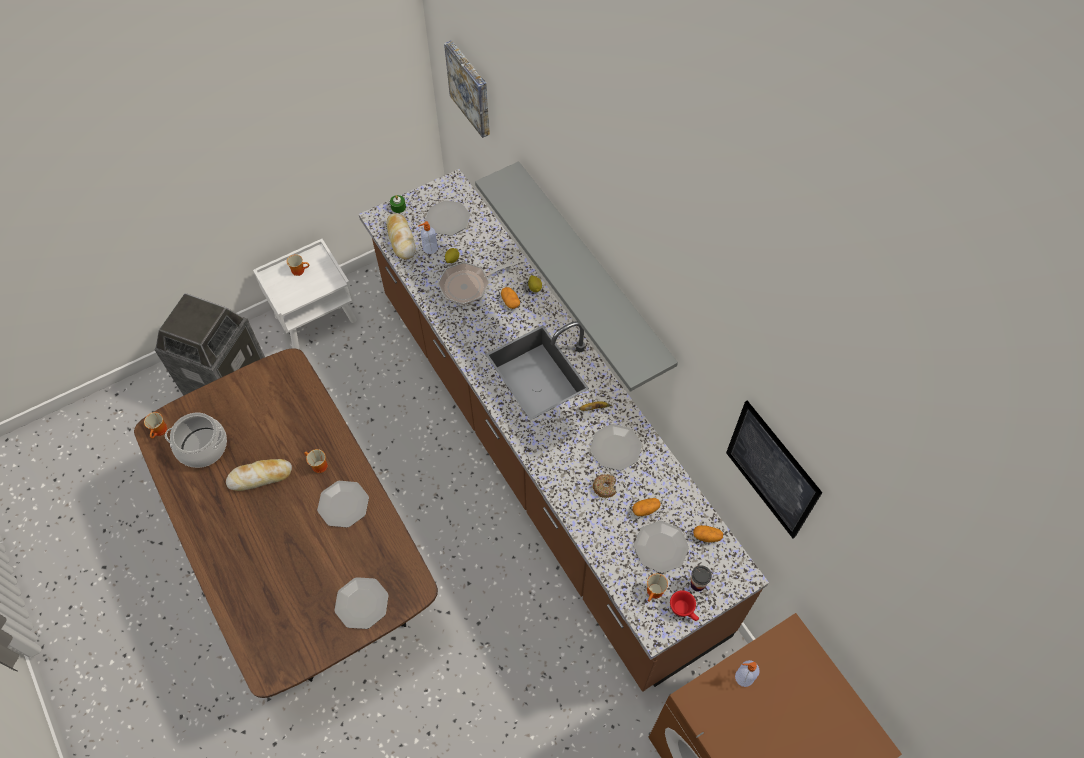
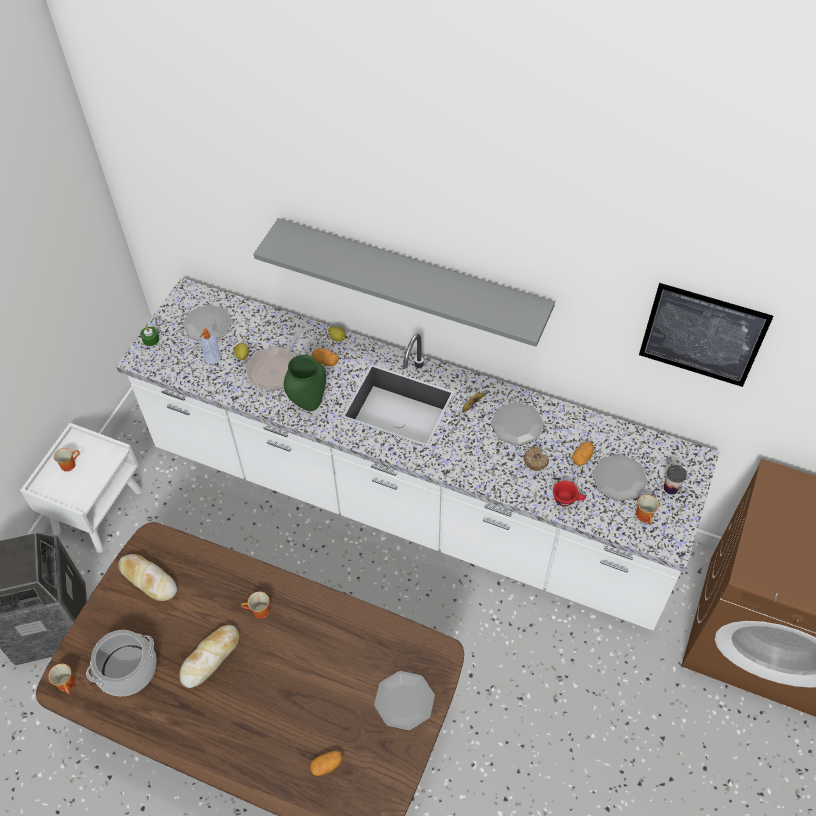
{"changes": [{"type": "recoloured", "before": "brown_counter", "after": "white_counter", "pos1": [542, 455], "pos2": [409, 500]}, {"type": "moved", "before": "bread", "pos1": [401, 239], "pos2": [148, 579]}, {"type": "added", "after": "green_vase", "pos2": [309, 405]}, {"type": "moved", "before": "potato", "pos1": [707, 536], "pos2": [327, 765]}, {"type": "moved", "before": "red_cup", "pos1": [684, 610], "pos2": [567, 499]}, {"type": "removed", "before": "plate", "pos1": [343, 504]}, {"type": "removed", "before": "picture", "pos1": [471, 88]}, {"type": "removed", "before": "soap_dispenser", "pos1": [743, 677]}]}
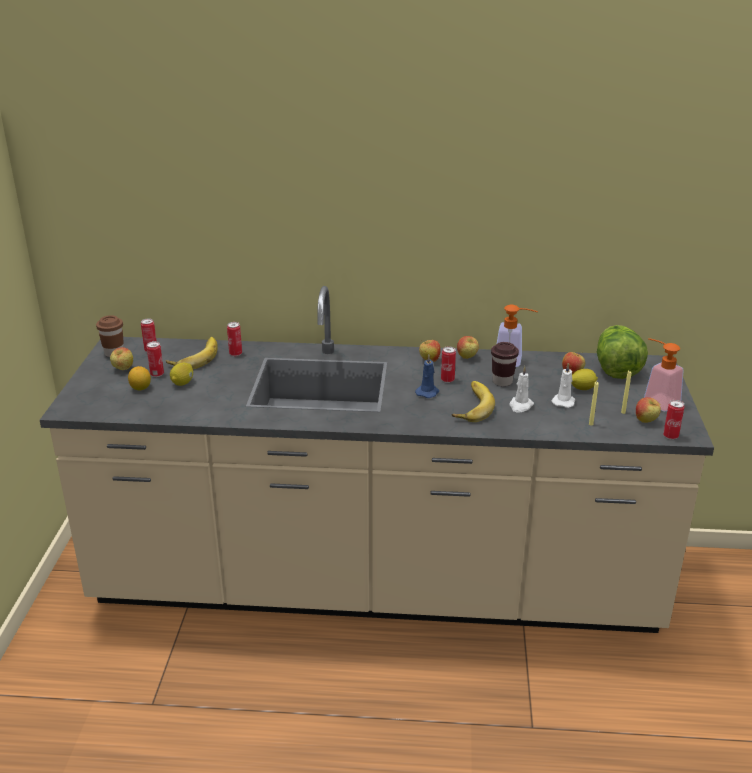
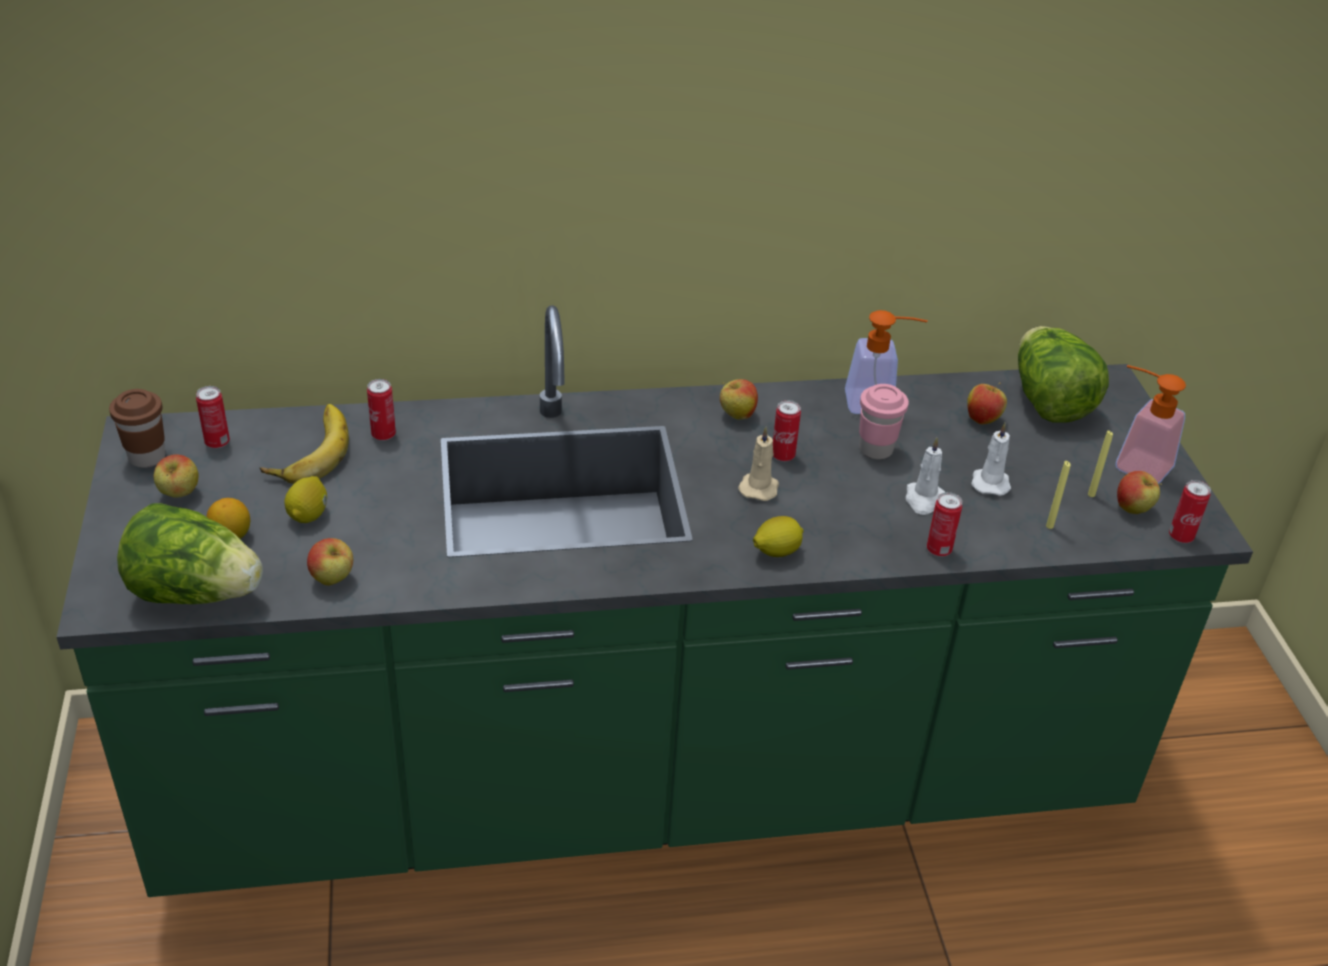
{"changes": [{"type": "recoloured", "before": "beige_counter", "after": "green_counter", "pos1": [376, 586], "pos2": [646, 783]}, {"type": "added", "after": "lettuce", "pos2": [196, 593]}, {"type": "moved", "before": "apple", "pos1": [467, 357], "pos2": [333, 580]}, {"type": "recoloured", "before": "blue_candle", "after": "beige_candle", "pos1": [428, 392], "pos2": [759, 487]}, {"type": "moved", "before": "lemon", "pos1": [582, 389], "pos2": [776, 551]}, {"type": "recoloured", "before": "brown_cup", "after": "pink_cup", "pos1": [502, 382], "pos2": [875, 449]}, {"type": "moved", "before": "can", "pos1": [157, 374], "pos2": [938, 550]}, {"type": "removed", "before": "banana", "pos1": [470, 406]}]}
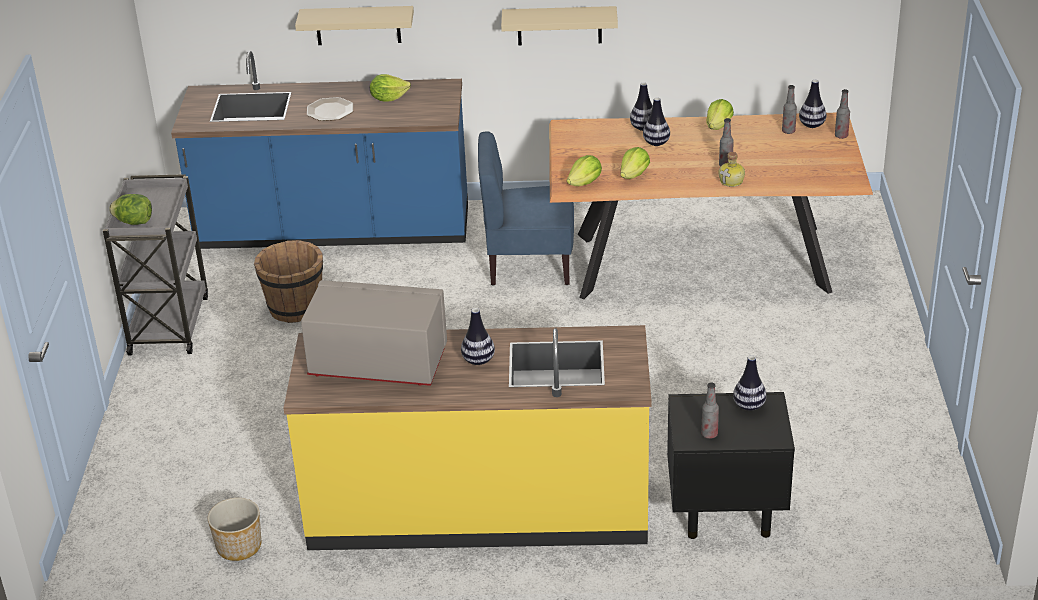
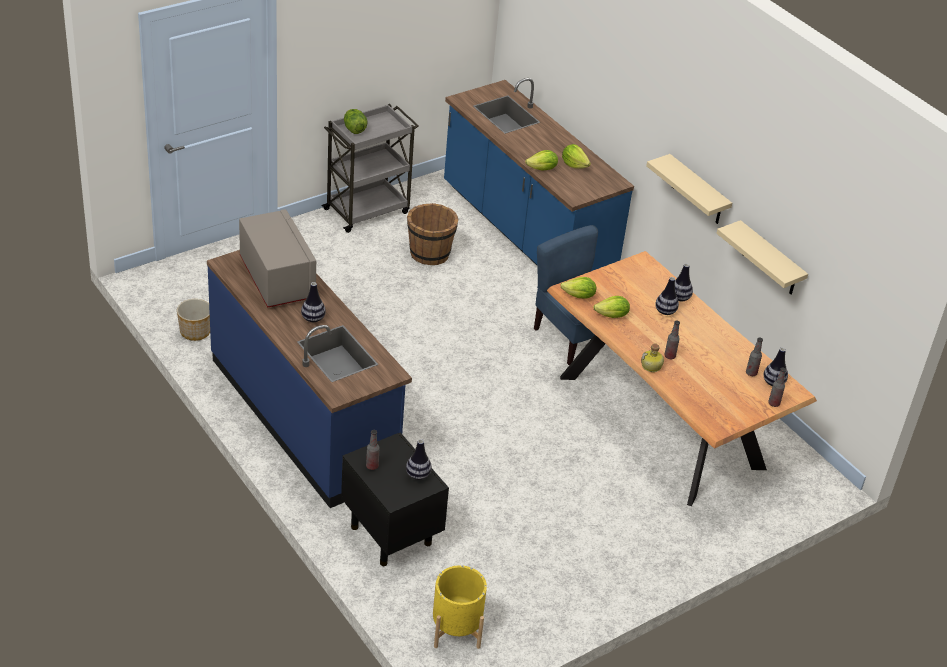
{"changes": [{"type": "recoloured", "before": "yellow_counter", "after": "blue_counter", "pos1": [478, 508], "pos2": [304, 417]}, {"type": "added", "after": "yellow_planter", "pos2": [456, 630]}, {"type": "moved", "before": "lettuce", "pos1": [718, 126], "pos2": [542, 169]}, {"type": "moved", "before": "beige_shelf", "pos1": [358, 25], "pos2": [770, 260]}, {"type": "removed", "before": "plate", "pos1": [330, 111]}]}
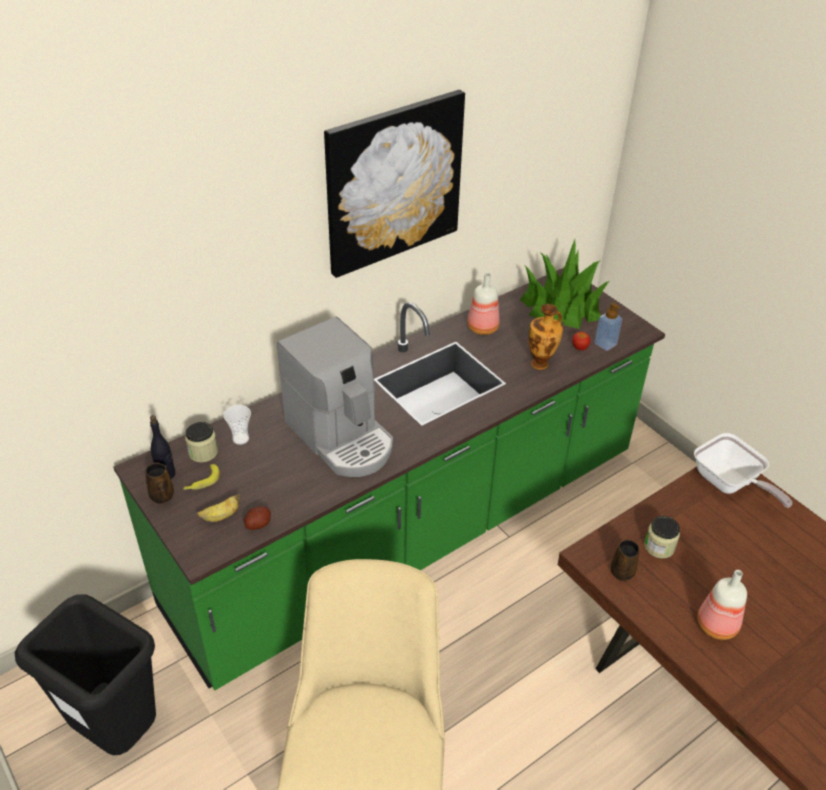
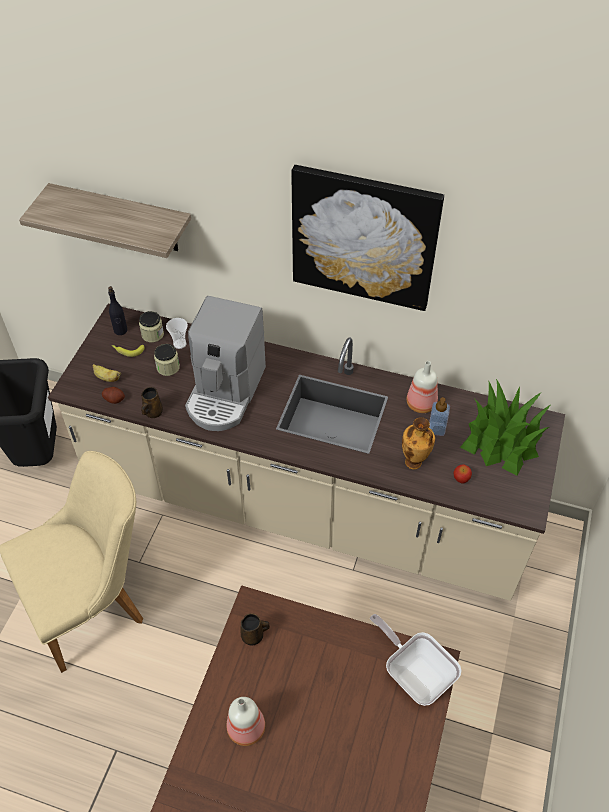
{"changes": [{"type": "added", "after": "shelf", "pos2": [122, 218]}, {"type": "recoloured", "before": "green_counter", "after": "beige_counter", "pos1": [409, 530], "pos2": [304, 503]}, {"type": "moved", "before": "brown_mug", "pos1": [162, 497], "pos2": [152, 412]}, {"type": "moved", "before": "jar", "pos1": [659, 547], "pos2": [168, 367]}, {"type": "turned", "before": "frying_pan", "pos1": [729, 484], "pos2": [415, 672], "turn": 120}, {"type": "moved", "before": "soap_dispenser", "pos1": [605, 344], "pos2": [436, 429]}]}
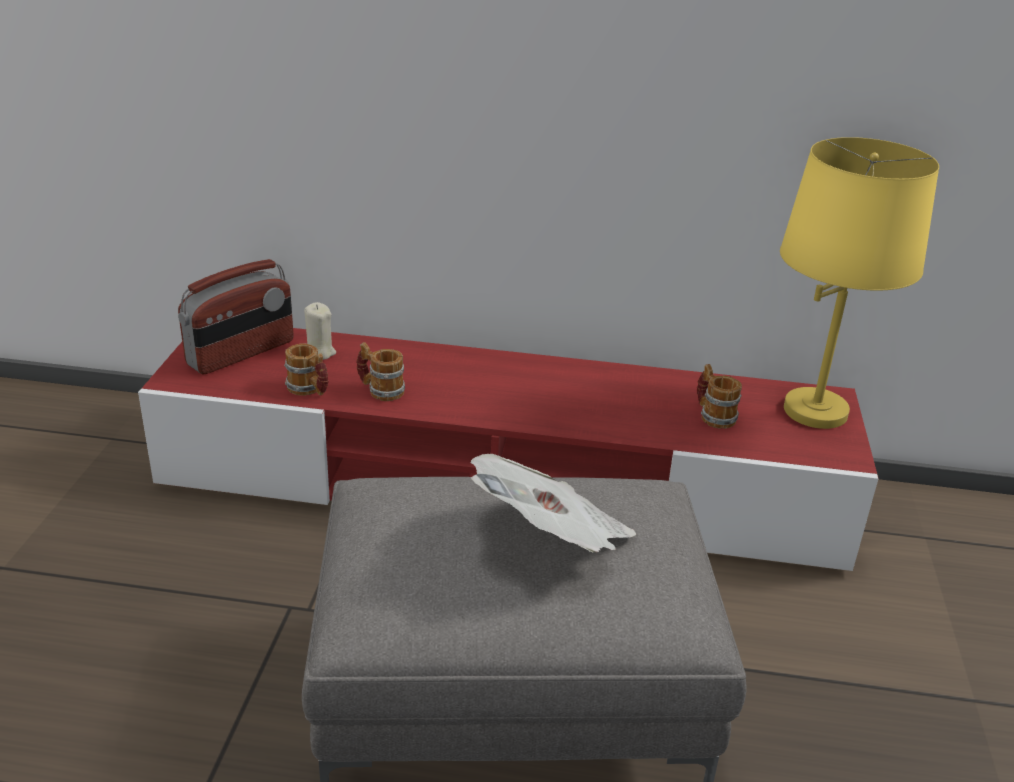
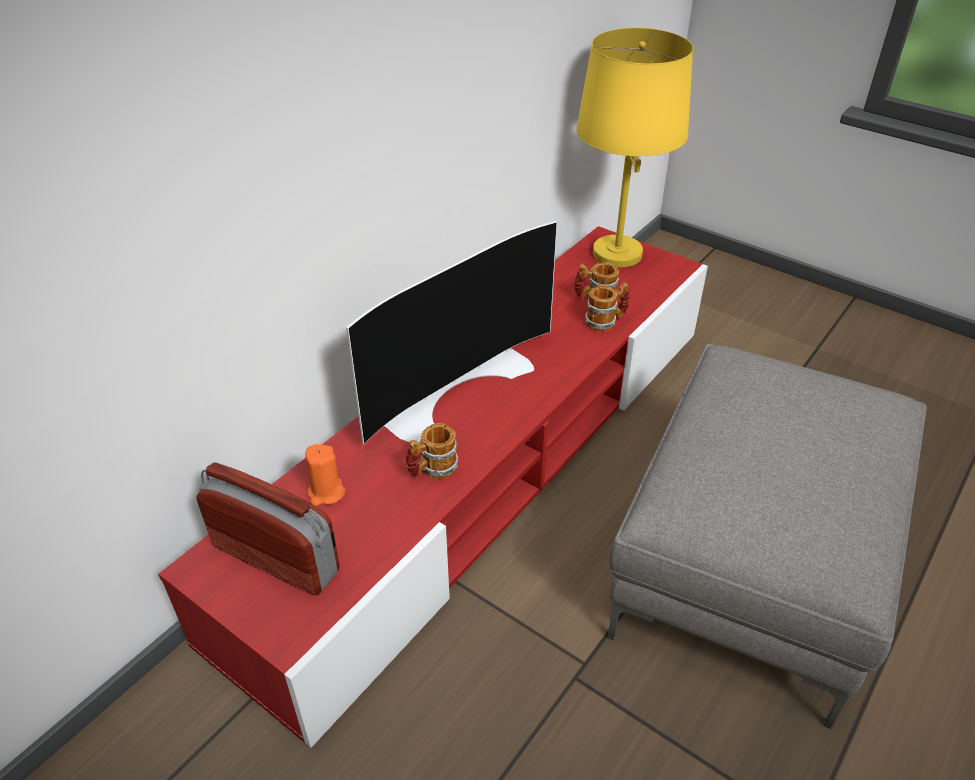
{"changes": [{"type": "turned", "before": "radio", "pos1": [241, 353], "pos2": [277, 558], "turn": -45}, {"type": "recoloured", "before": "beige_candle", "after": "orange_candle", "pos1": [319, 353], "pos2": [326, 493]}, {"type": "added", "after": "television", "pos2": [453, 385]}, {"type": "moved", "before": "mug", "pos1": [309, 390], "pos2": [606, 321]}, {"type": "removed", "before": "newspaper", "pos1": [551, 539]}]}
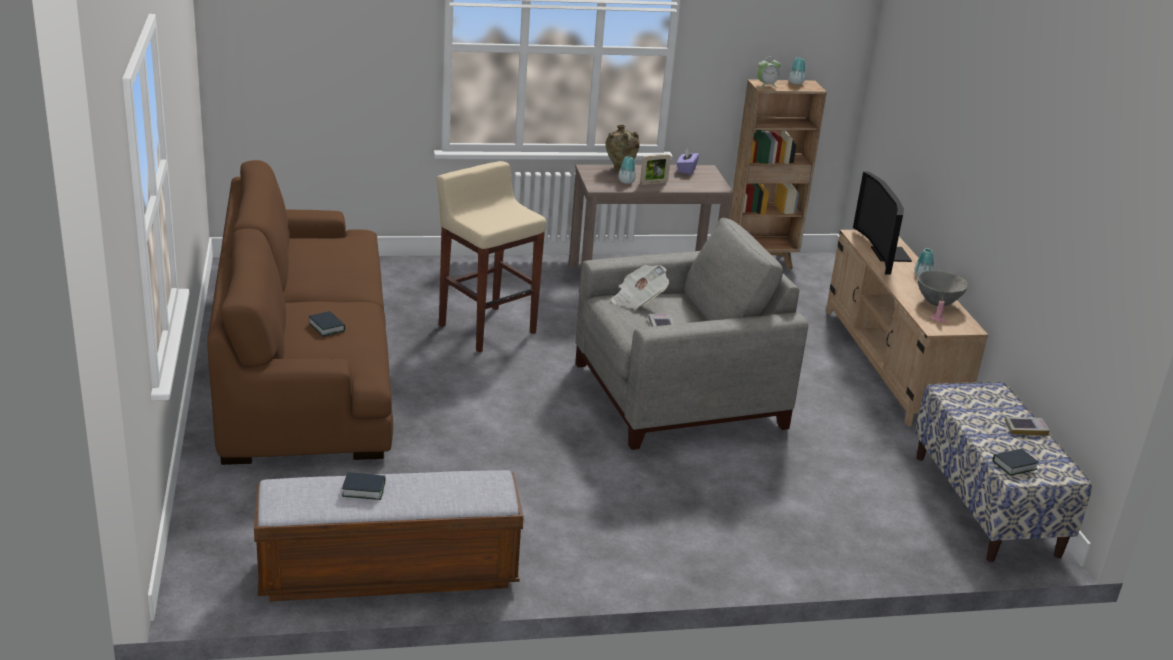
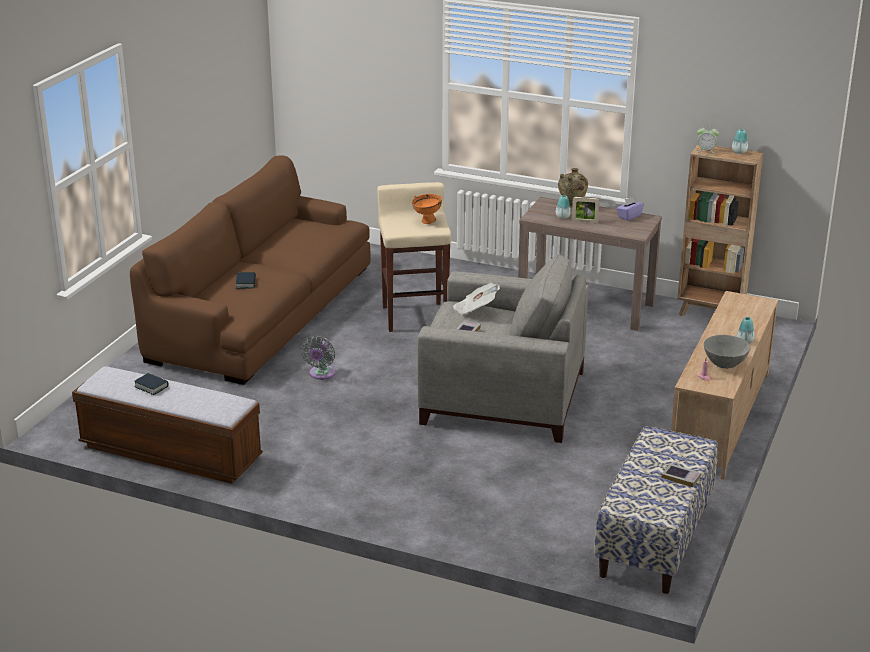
{"changes": [{"type": "added", "after": "grey_fan", "pos2": [321, 374]}, {"type": "added", "after": "orange_bowl", "pos2": [427, 222]}, {"type": "removed", "before": "television", "pos1": [884, 254]}, {"type": "removed", "before": "book", "pos1": [1014, 465]}]}
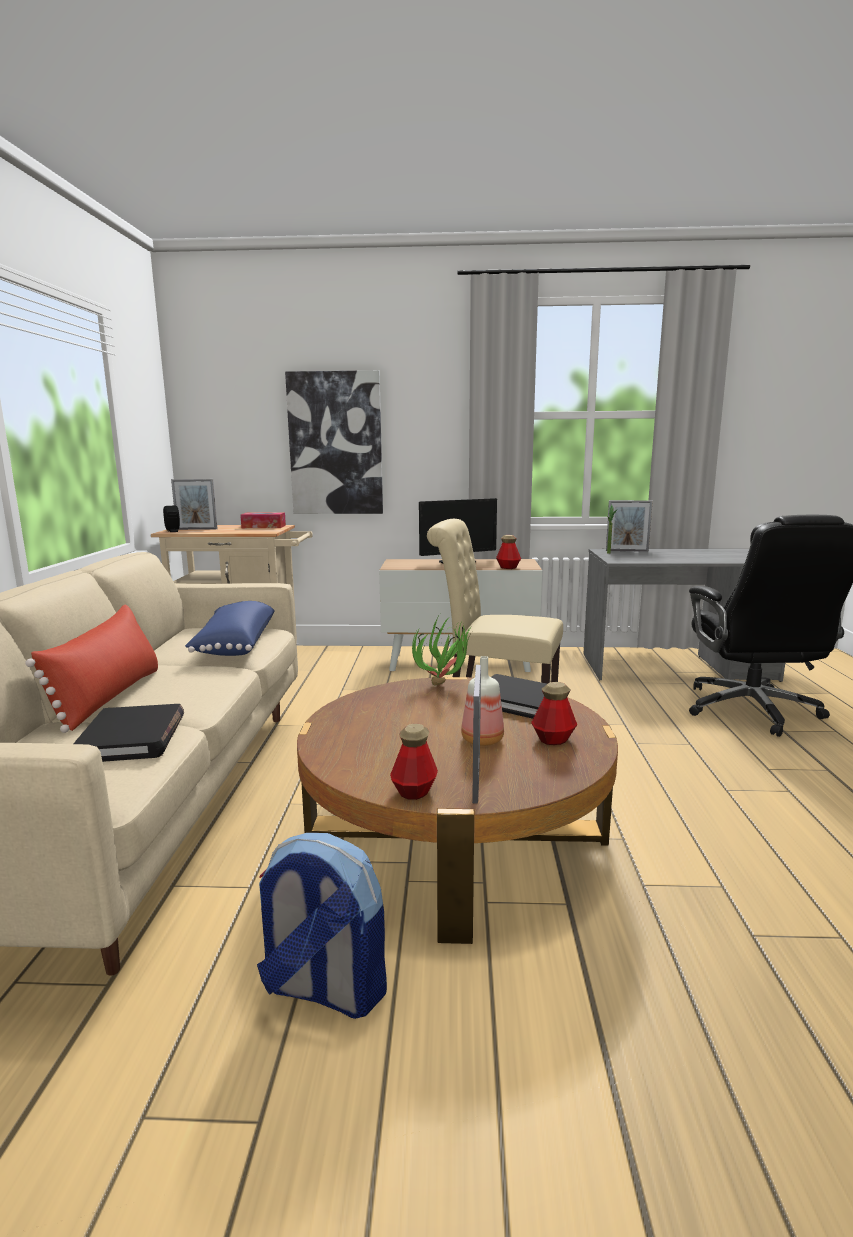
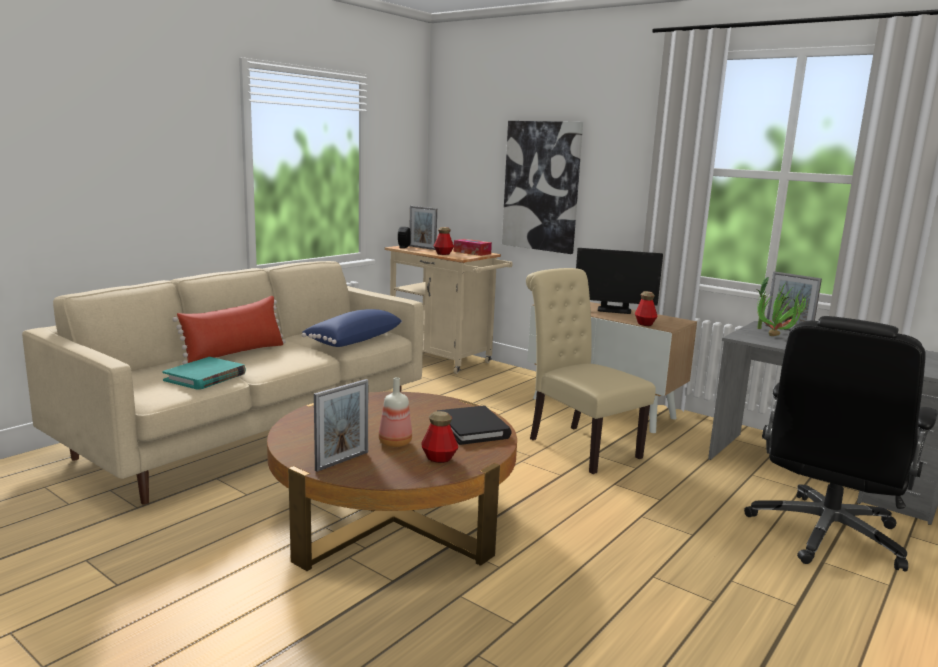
{"changes": [{"type": "recoloured", "before": "black_book", "after": "turquoise_book", "pos1": [133, 738], "pos2": [205, 377]}, {"type": "moved", "before": "bottle", "pos1": [414, 791], "pos2": [443, 254]}, {"type": "moved", "before": "potted_plant", "pos1": [446, 685], "pos2": [779, 337]}, {"type": "removed", "before": "backpack", "pos1": [323, 989]}]}
